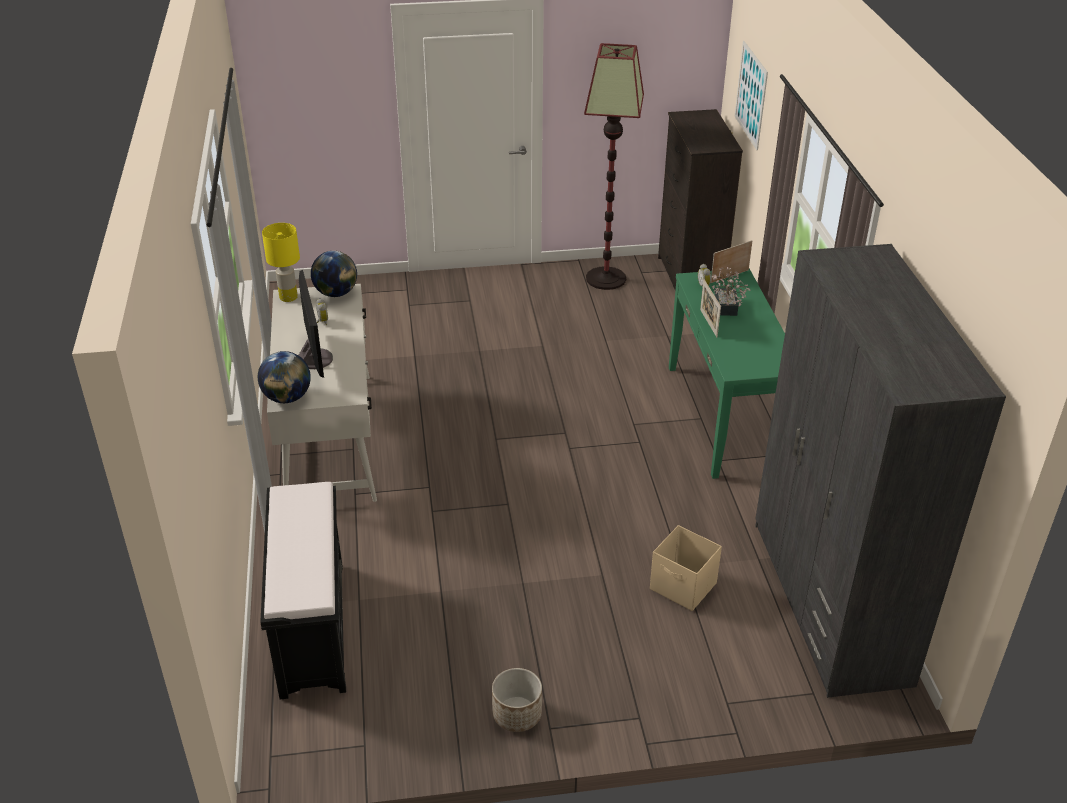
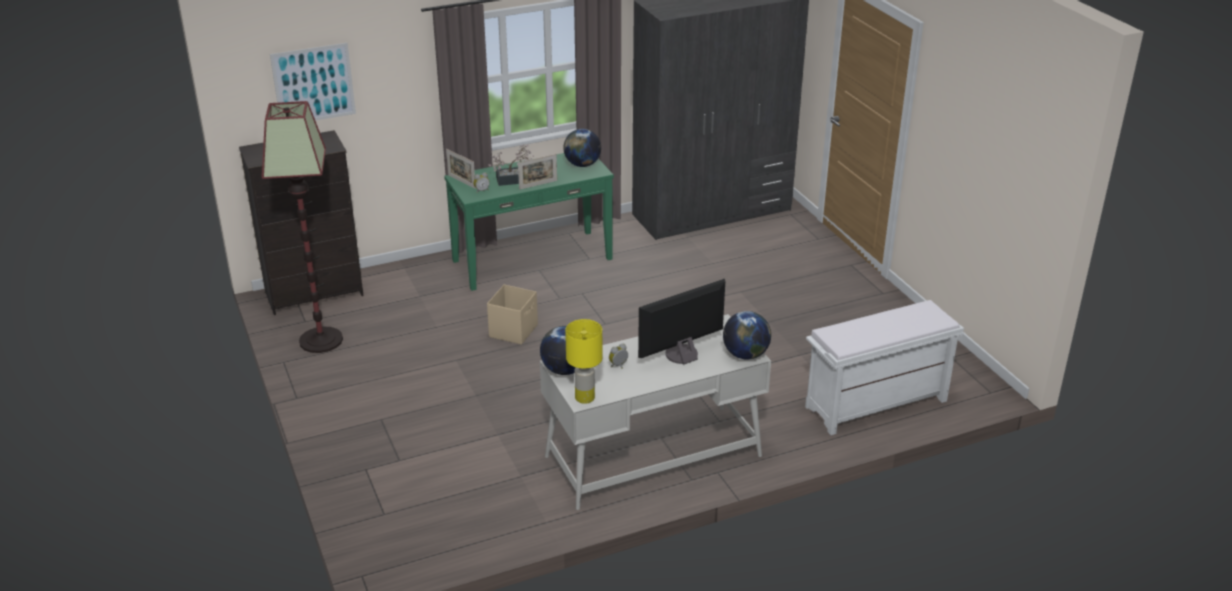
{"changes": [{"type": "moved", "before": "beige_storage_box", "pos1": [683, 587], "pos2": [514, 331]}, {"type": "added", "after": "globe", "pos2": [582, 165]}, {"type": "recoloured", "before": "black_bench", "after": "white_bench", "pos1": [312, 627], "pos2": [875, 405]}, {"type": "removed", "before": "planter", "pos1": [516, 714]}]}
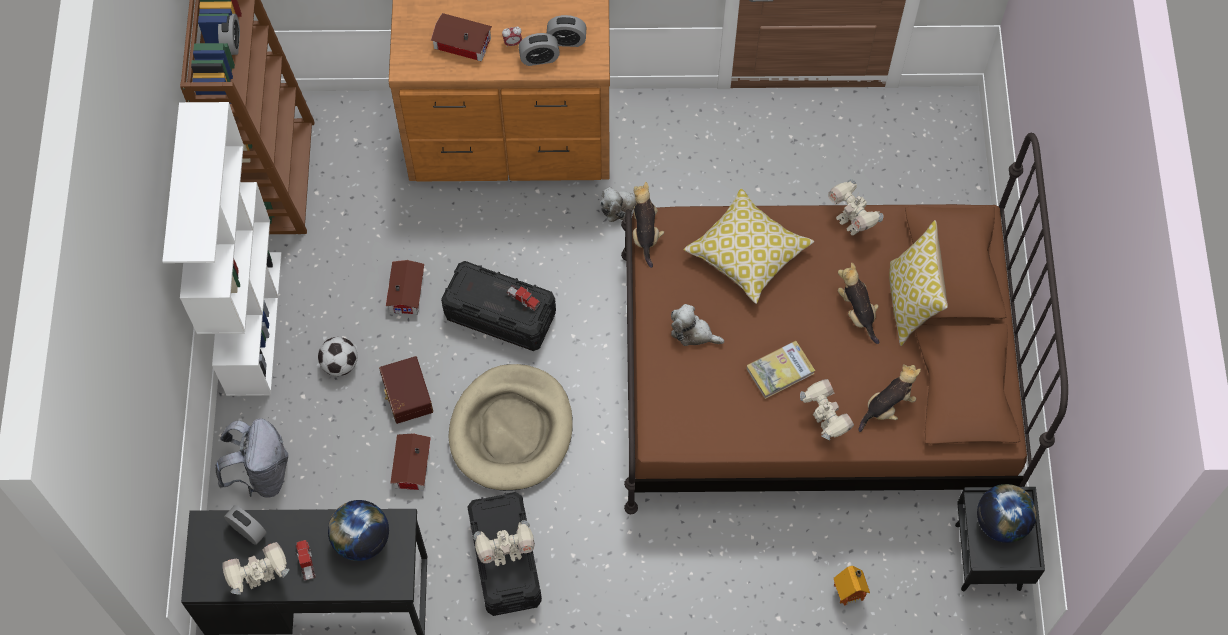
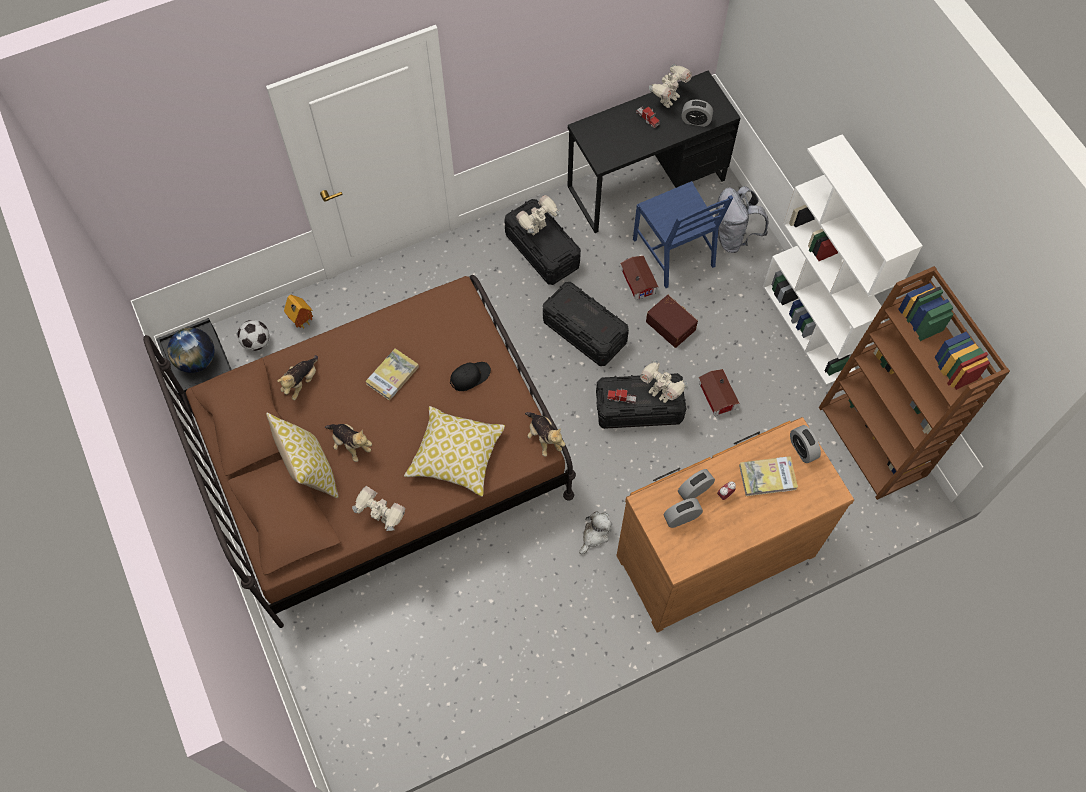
{"changes": [{"type": "moved", "before": "football", "pos1": [340, 364], "pos2": [256, 342]}, {"type": "replaced", "before": "plush_toy", "after": "black_cap", "pos1": [693, 332], "pos2": [470, 376]}, {"type": "replaced", "before": "beige_dog_bed", "after": "black_storage_box", "pos1": [511, 430], "pos2": [584, 332]}, {"type": "added", "after": "blue_chair", "pos2": [675, 252]}, {"type": "moved", "before": "toy_robot", "pos1": [823, 423], "pos2": [661, 392]}, {"type": "replaced", "before": "toy_house", "after": "book", "pos1": [461, 41], "pos2": [767, 477]}, {"type": "moved", "before": "alarm_clock", "pos1": [232, 43], "pos2": [802, 449]}, {"type": "removed", "before": "globe", "pos1": [362, 540]}]}
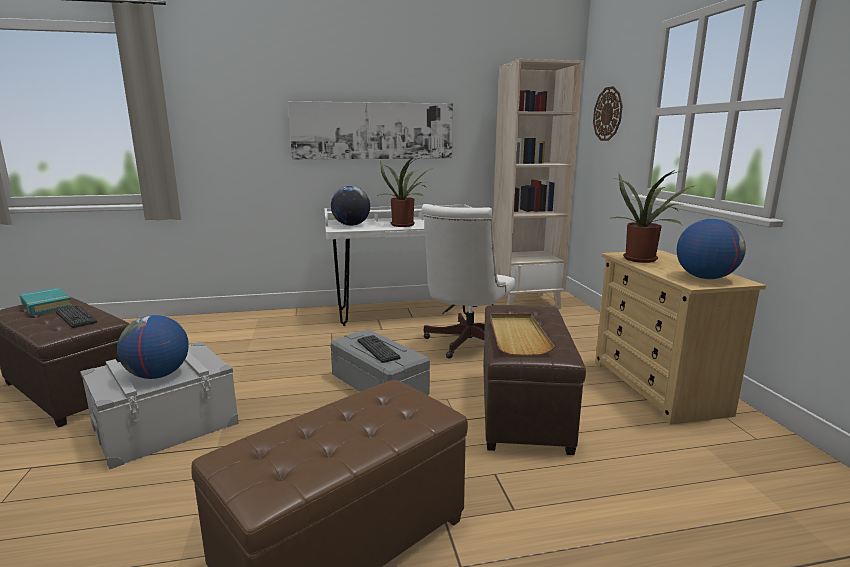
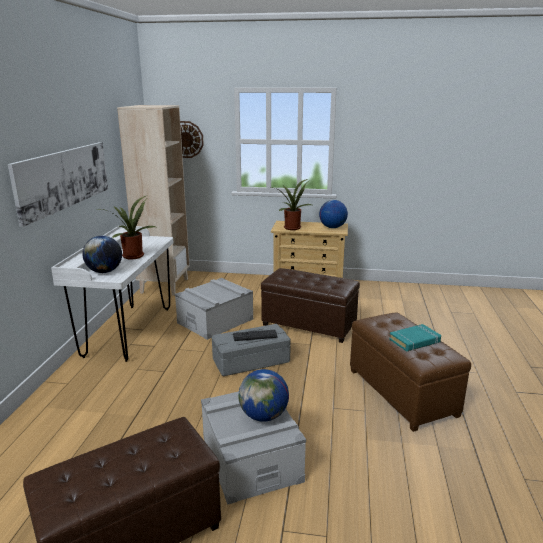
{"changes": [{"type": "replaced", "before": "white_office_chair", "after": "grey_storage_box", "pos1": [465, 344], "pos2": [215, 321]}, {"type": "moved", "before": "turquoise_book", "pos1": [46, 305], "pos2": [415, 341]}, {"type": "removed", "before": "keyboard", "pos1": [76, 317]}, {"type": "removed", "before": "beige_tray", "pos1": [517, 336]}]}
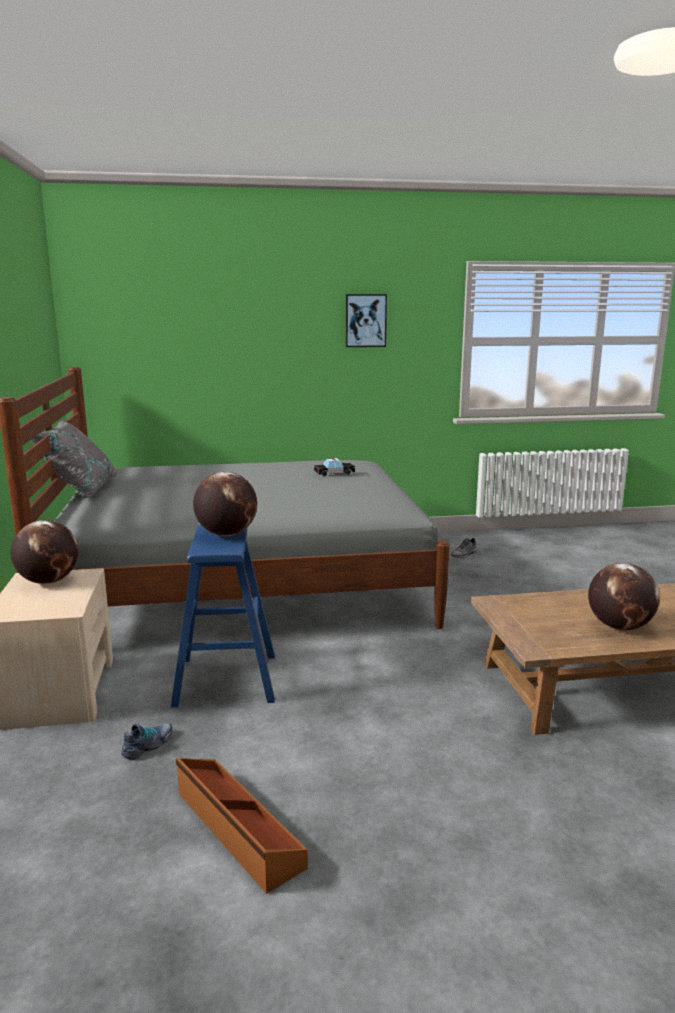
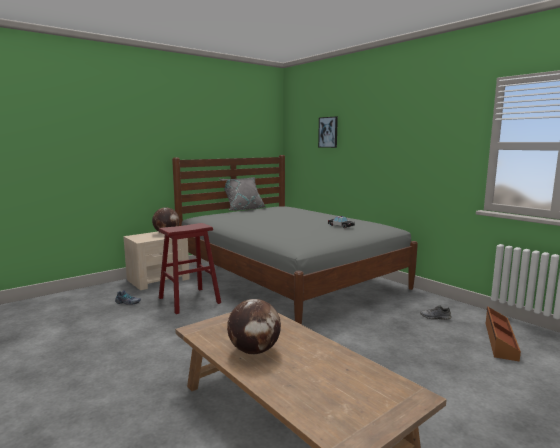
{"changes": [{"type": "recoloured", "before": "blue_stool", "after": "red_stool", "pos1": [226, 679], "pos2": [189, 300]}, {"type": "moved", "before": "picture", "pos1": [365, 320], "pos2": [328, 132]}, {"type": "moved", "before": "brown_storage_box", "pos1": [236, 829], "pos2": [499, 340]}, {"type": "removed", "before": "globe", "pos1": [226, 534]}]}
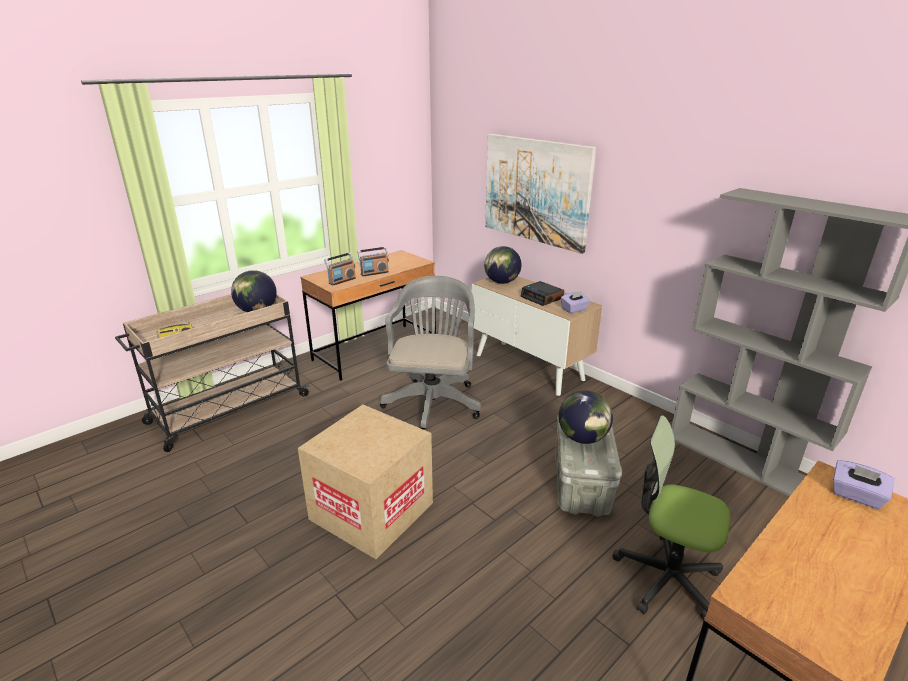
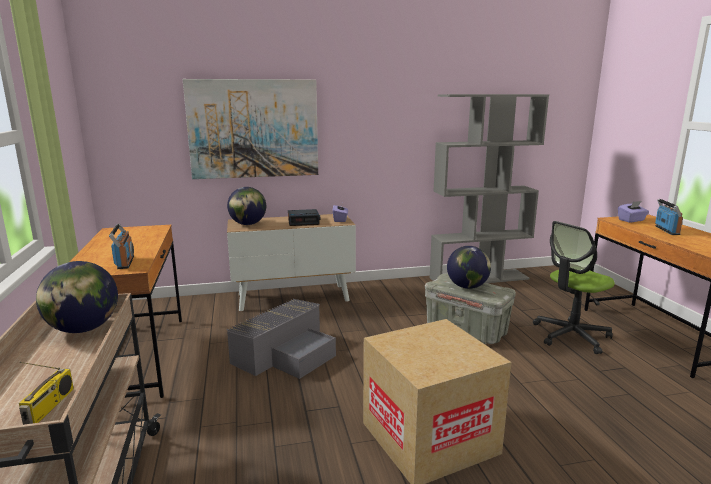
{"changes": [{"type": "replaced", "before": "grey_office_chair", "after": "grey_storage_box", "pos1": [433, 401], "pos2": [286, 353]}, {"type": "moved", "before": "radio", "pos1": [374, 273], "pos2": [666, 230]}]}
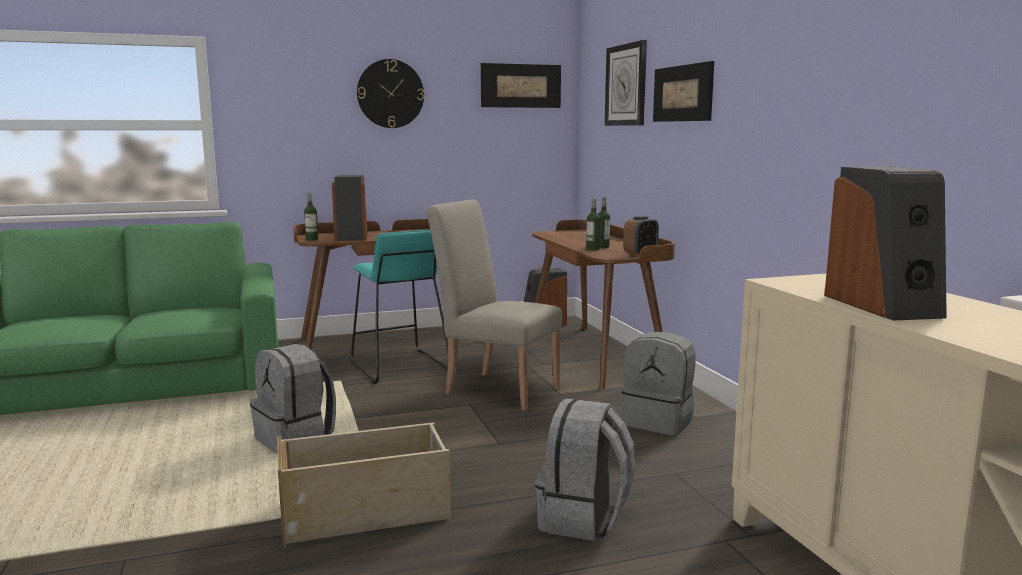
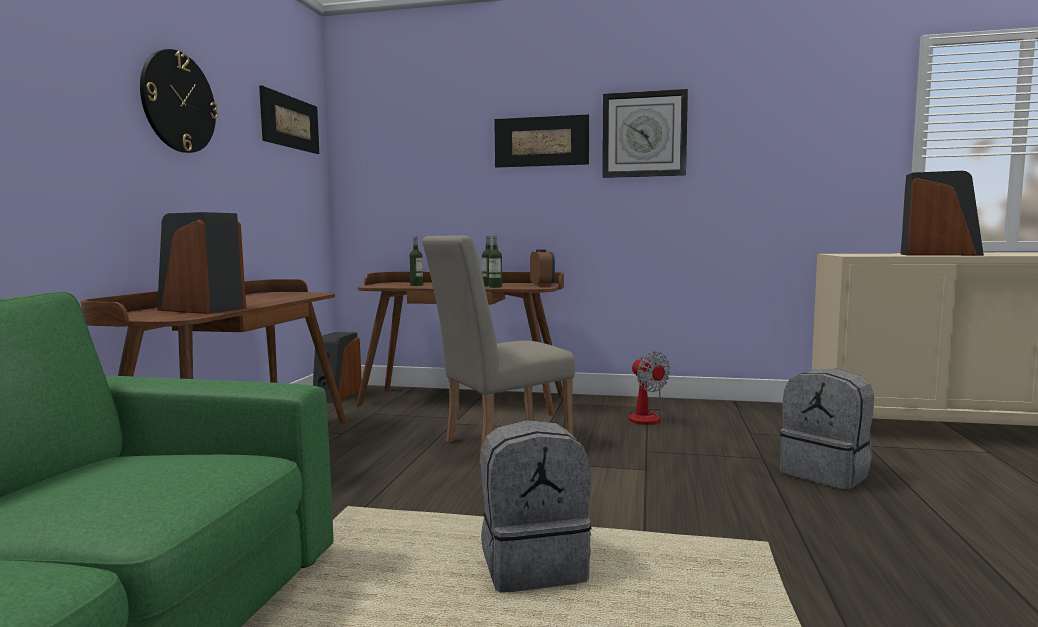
{"changes": [{"type": "moved", "before": "bottle", "pos1": [312, 239], "pos2": [416, 285]}, {"type": "moved", "before": "wall_clock", "pos1": [626, 85], "pos2": [644, 134]}, {"type": "replaced", "before": "grey_backpack", "after": "fan", "pos1": [659, 422], "pos2": [647, 416]}, {"type": "removed", "before": "beige_storage_box", "pos1": [366, 513]}, {"type": "removed", "before": "turquoise_stool", "pos1": [399, 366]}]}
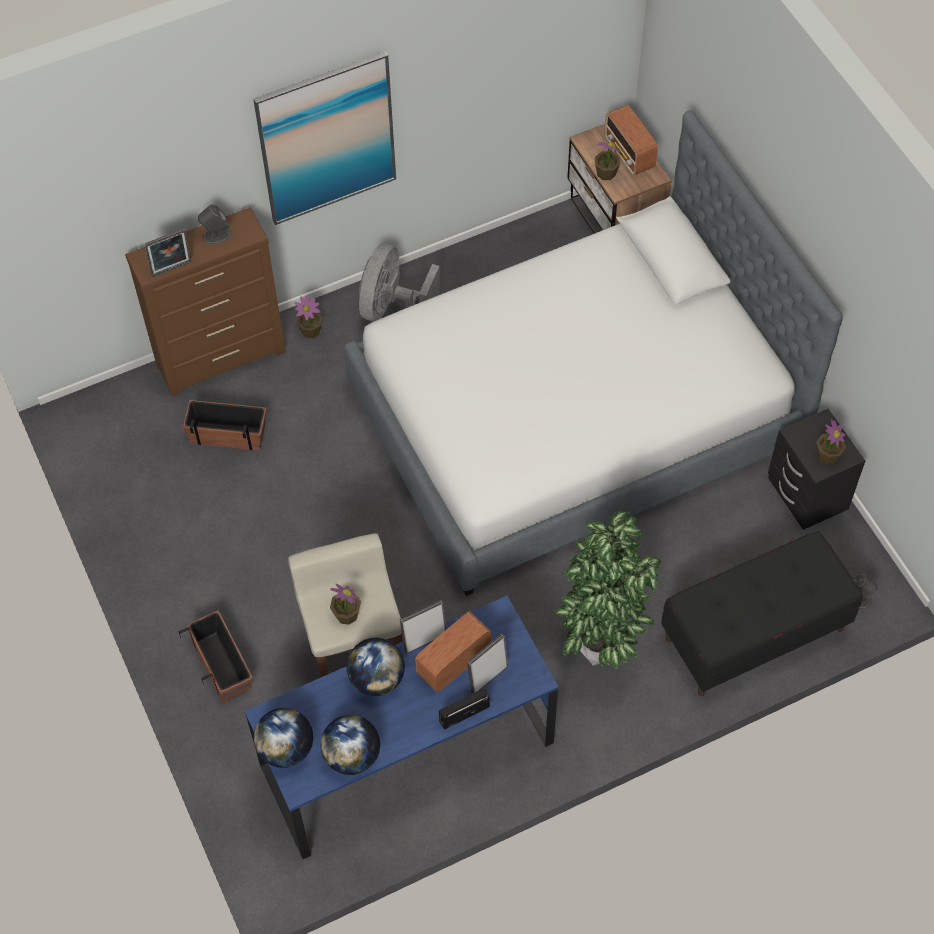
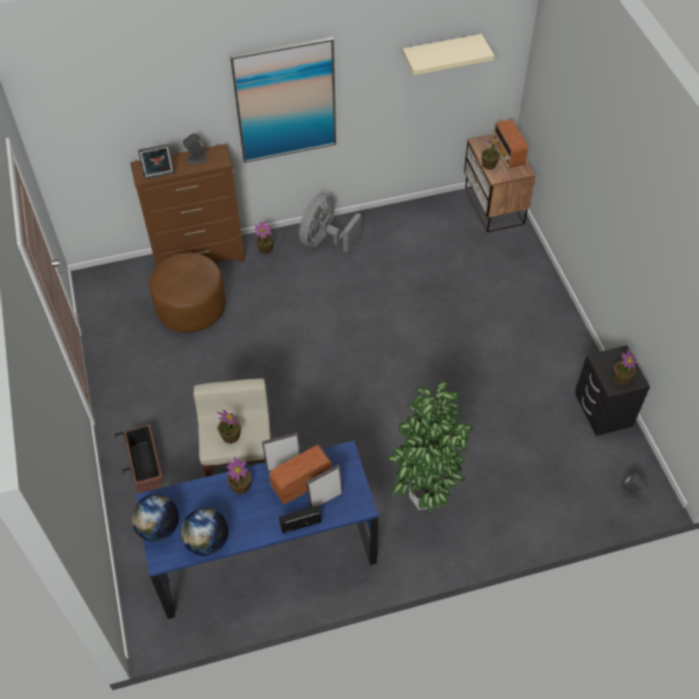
{"changes": [{"type": "replaced", "before": "planter", "after": "brown_ottoman", "pos1": [228, 434], "pos2": [191, 308]}, {"type": "replaced", "before": "globe", "after": "potted_plant", "pos1": [377, 678], "pos2": [240, 486]}, {"type": "added", "after": "beige_shelf", "pos2": [441, 53]}, {"type": "removed", "before": "bed", "pos1": [575, 418]}, {"type": "removed", "before": "black_bench", "pos1": [754, 634]}]}
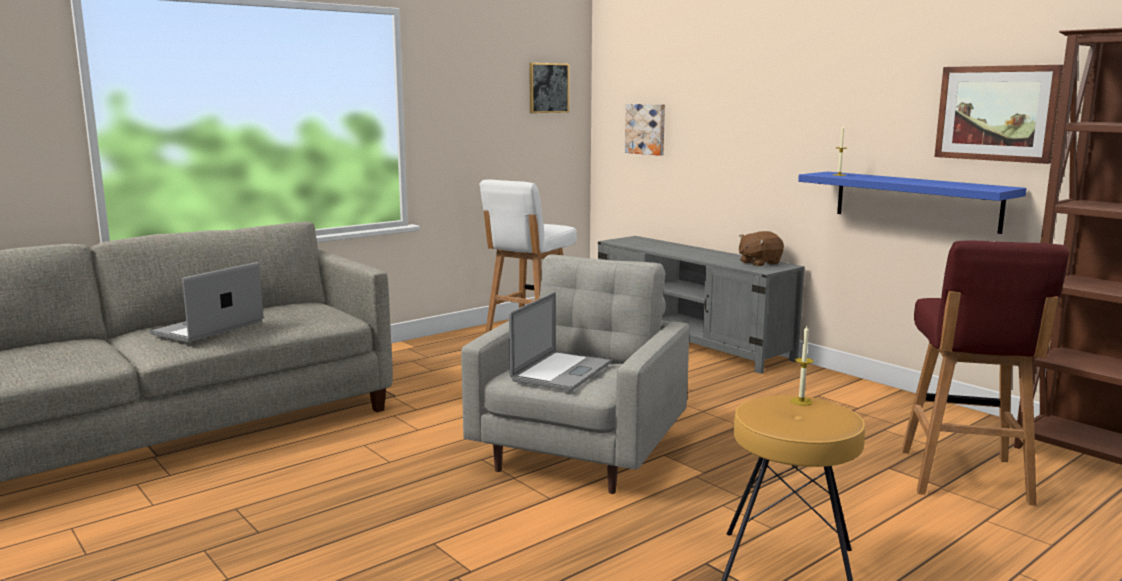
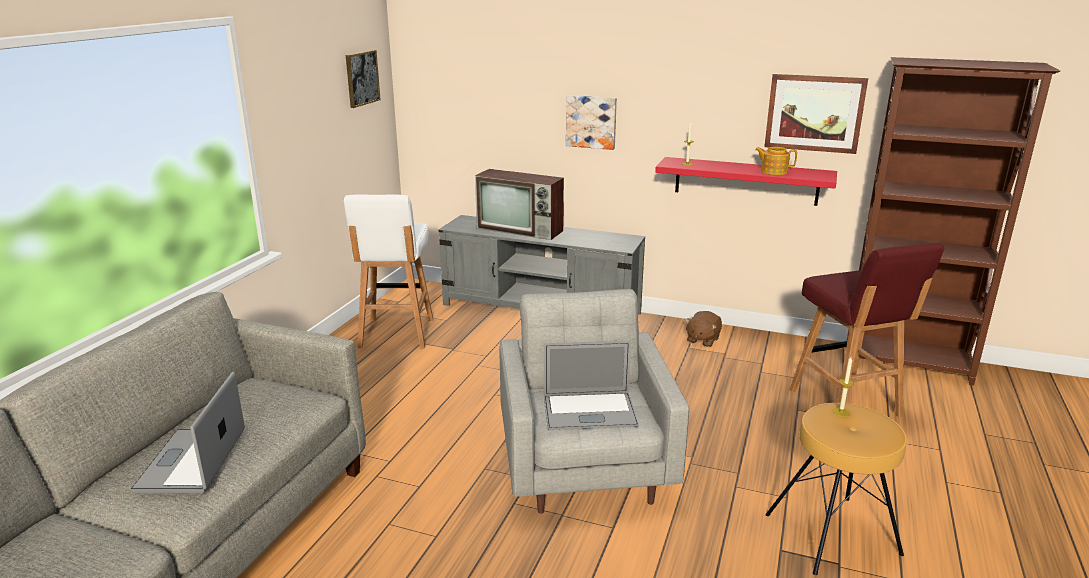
{"changes": [{"type": "added", "after": "television", "pos2": [521, 229]}, {"type": "turned", "before": "laptop", "pos1": [562, 371], "pos2": [589, 411], "turn": 90}, {"type": "moved", "before": "picture", "pos1": [646, 129], "pos2": [591, 121]}, {"type": "recoloured", "before": "blue_shelf", "after": "red_shelf", "pos1": [916, 201], "pos2": [746, 181]}, {"type": "moved", "before": "brown_plush_toy", "pos1": [759, 263], "pos2": [702, 340]}, {"type": "added", "after": "teapot", "pos2": [773, 171]}]}
